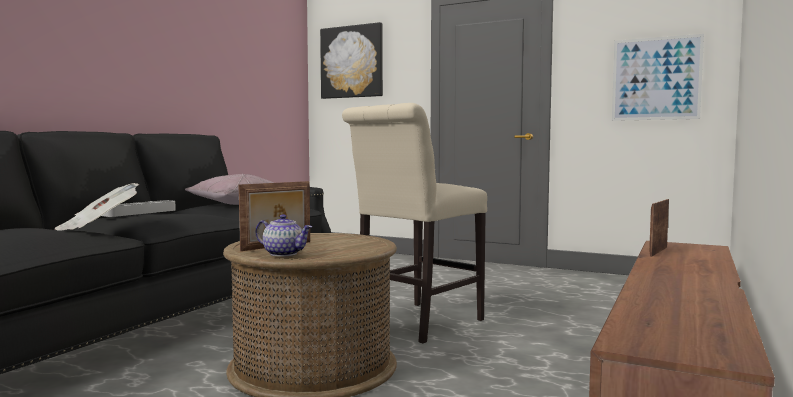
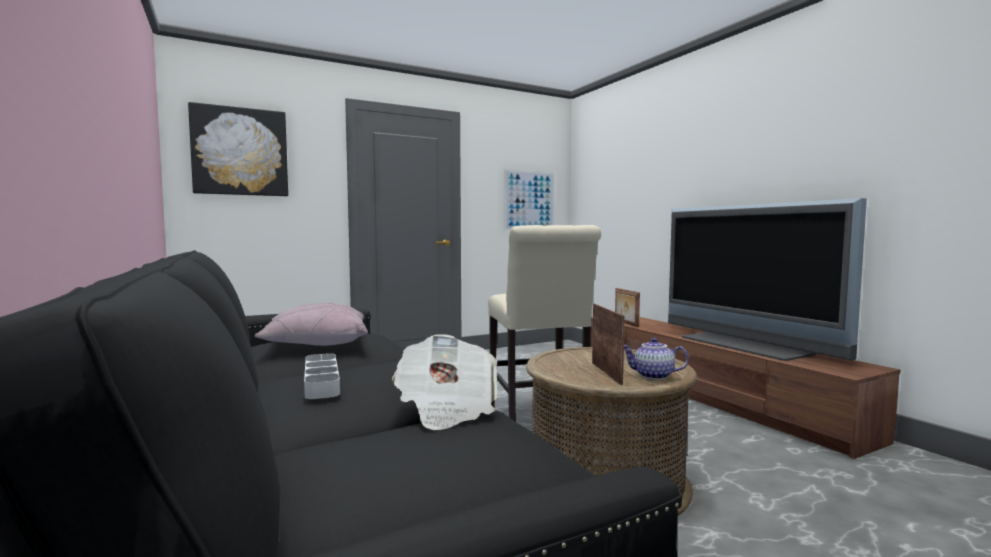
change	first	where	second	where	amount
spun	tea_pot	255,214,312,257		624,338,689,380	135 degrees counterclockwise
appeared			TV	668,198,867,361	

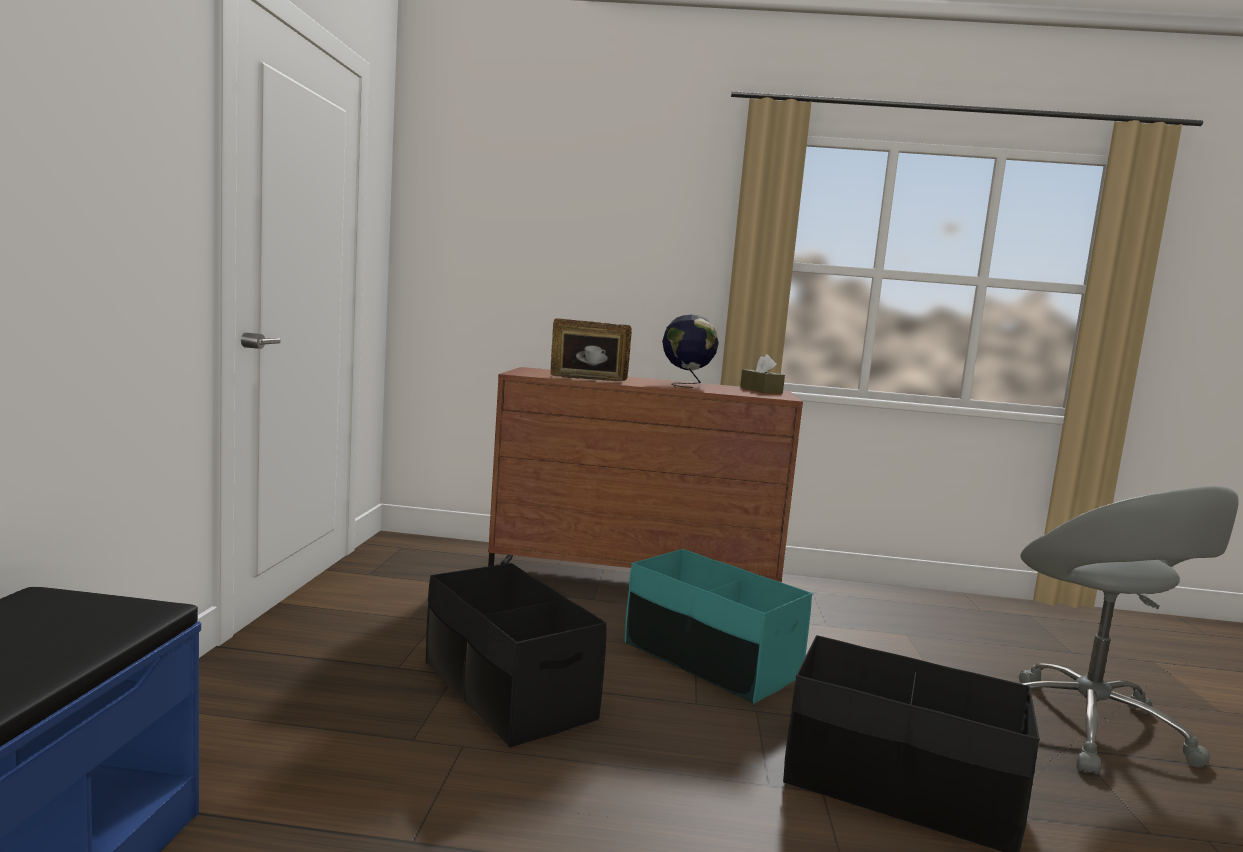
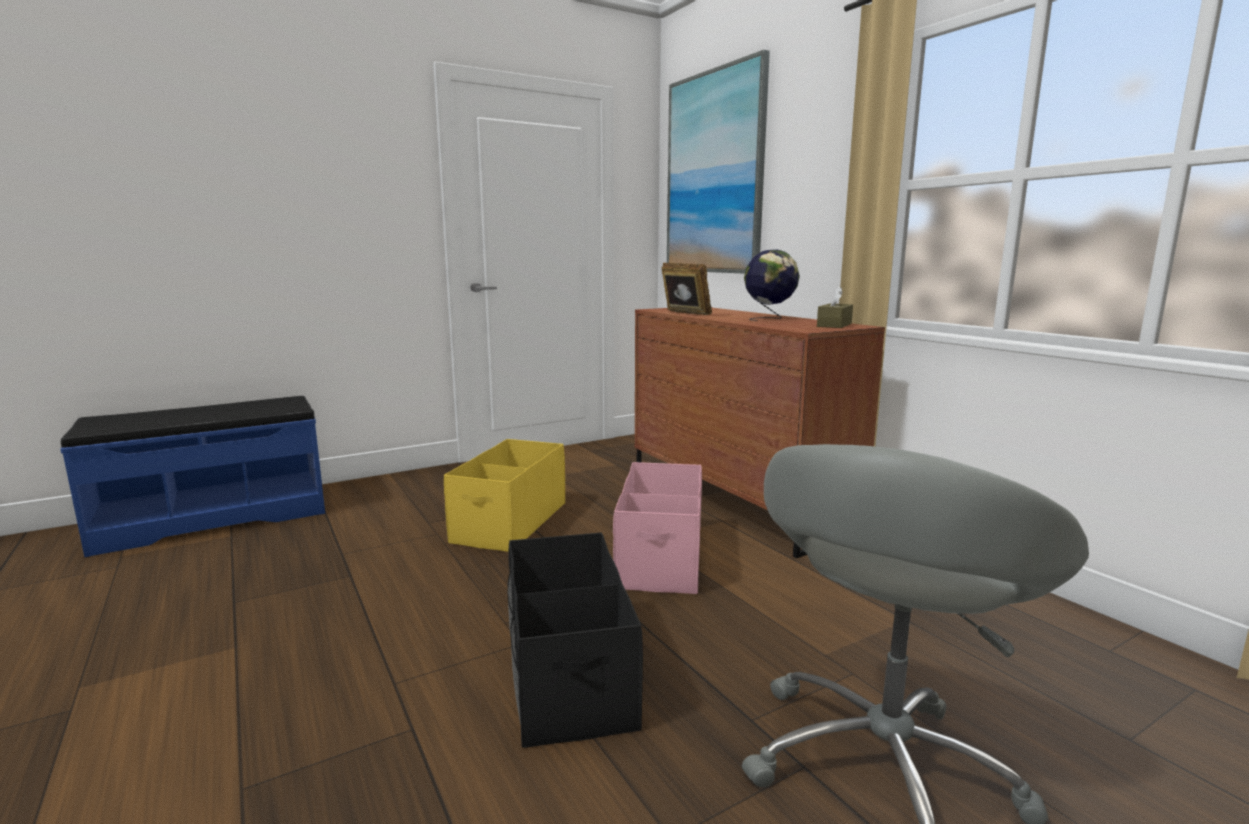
change	first	where	second	where	amount
colour	blackish_storage_bin	426,563,607,748	yellowish_storage_bin	444,439,565,552	
colour	blue-green_storage_bin	625,549,812,704	pink_storage_bin	613,462,702,594	
appeared			wall_art	667,50,770,274	

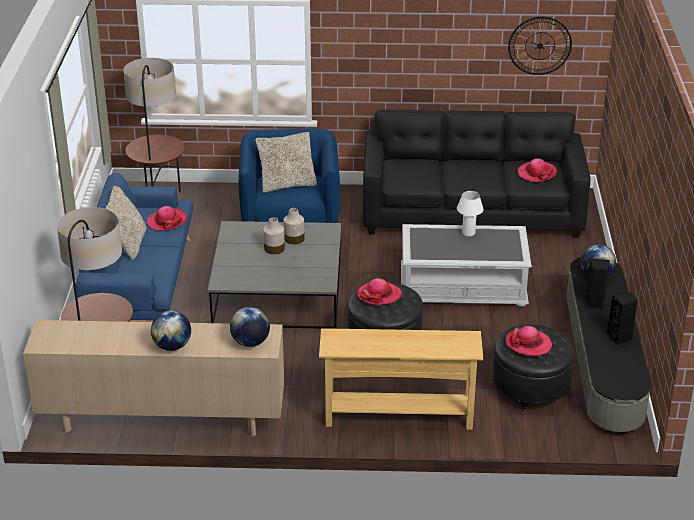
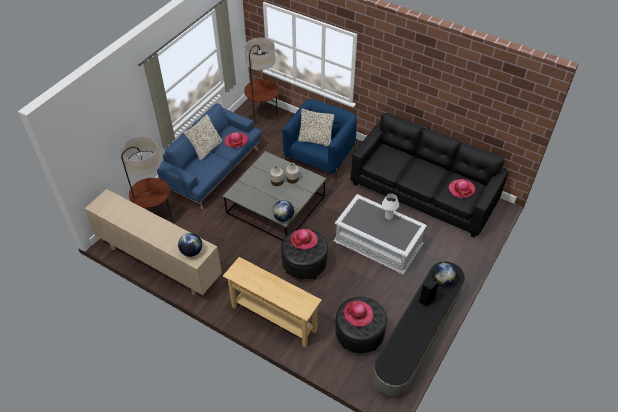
change	first	where	second	where	amount
relocated	desk_globe	151,311,191,351		273,200,294,222	
missing	wall_clock	508,17,572,75			
missing	blackish_audio_speaker	607,293,638,345			

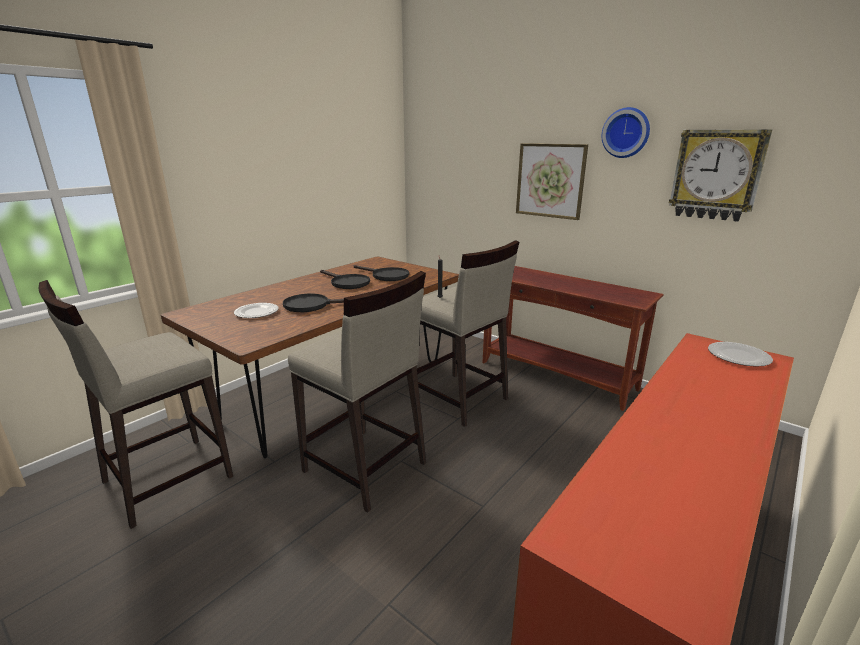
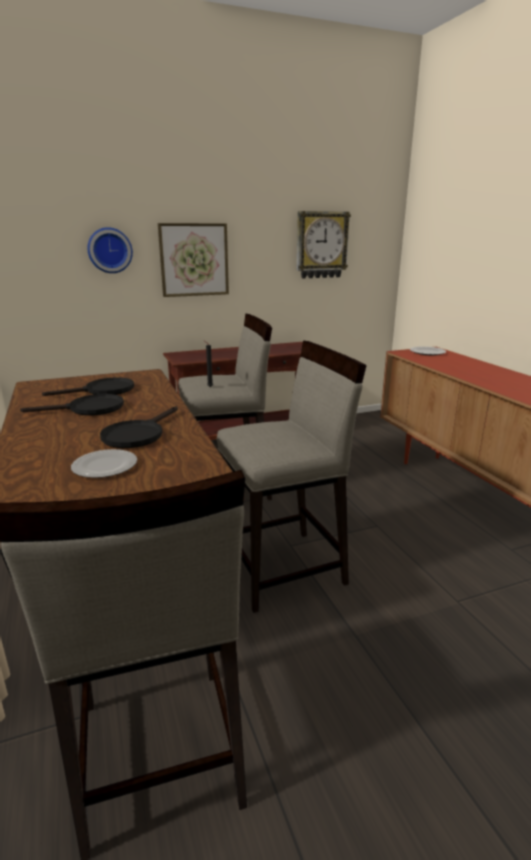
change	first	where	second	where	amount
relocated	wall_clock	602,107,650,158		87,227,133,273	

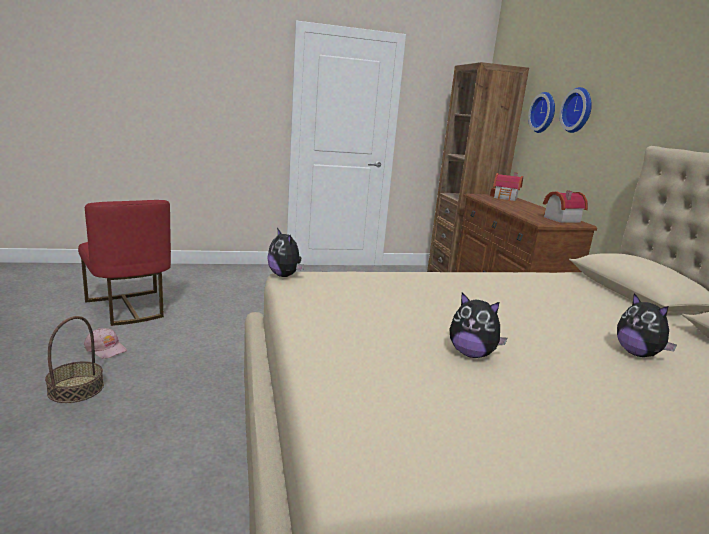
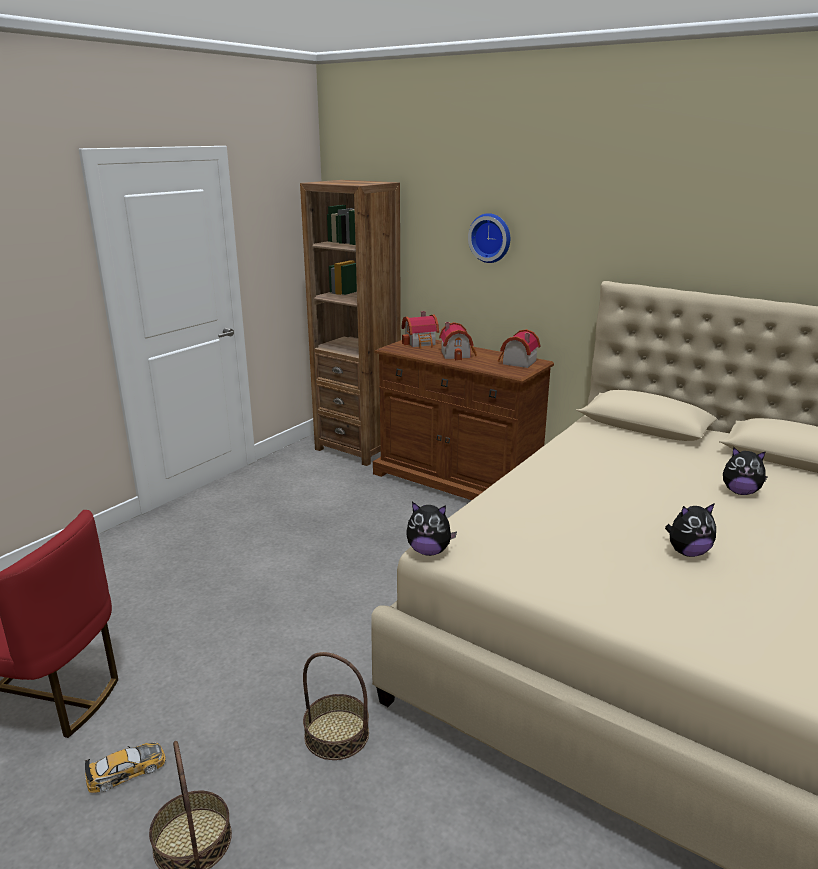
change	first	where	second	where	amount
exchanged	pink_cap	84,328,127,359	model_car	85,742,166,793	
appeared			storage_basket	303,652,369,760	
appeared			toy_house	439,322,477,360	
missing	wall_clock	528,92,555,133			

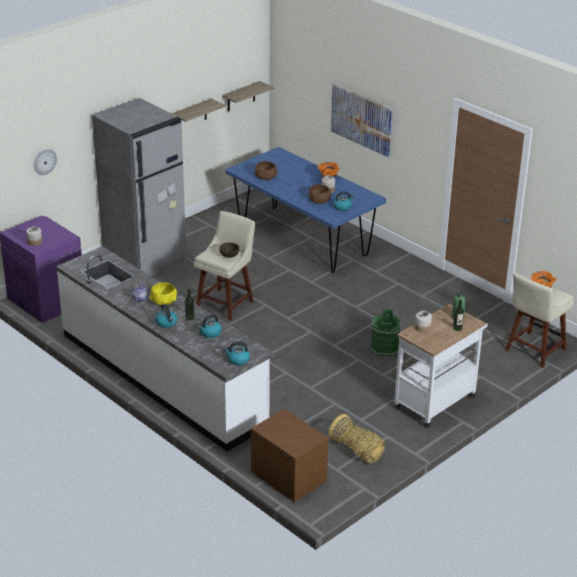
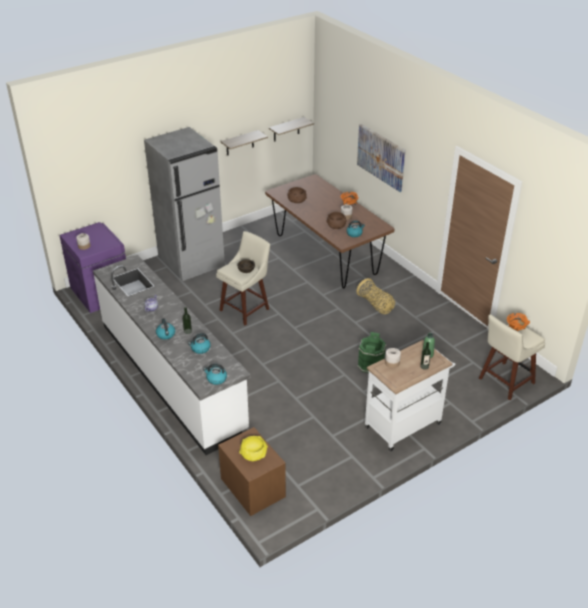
change	first	where	second	where	amount
relocated	yellowish_bowl	150,283,177,305		239,436,268,461	
colour	bluish_dinner_table	225,147,386,273	brown-coloured_dinner_table	265,174,395,289	
relocated	storage_basket	329,414,385,463		357,278,395,314	
missing	wall_clock	34,149,57,175			

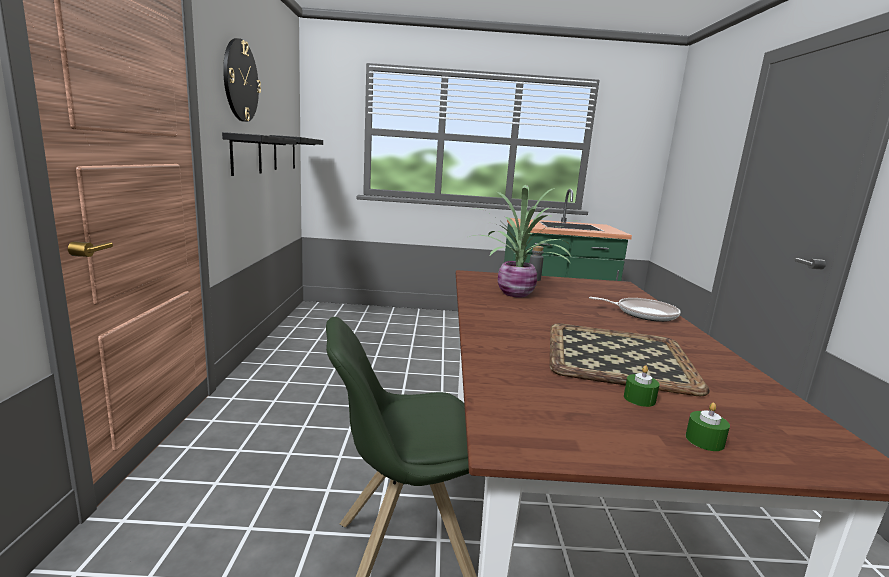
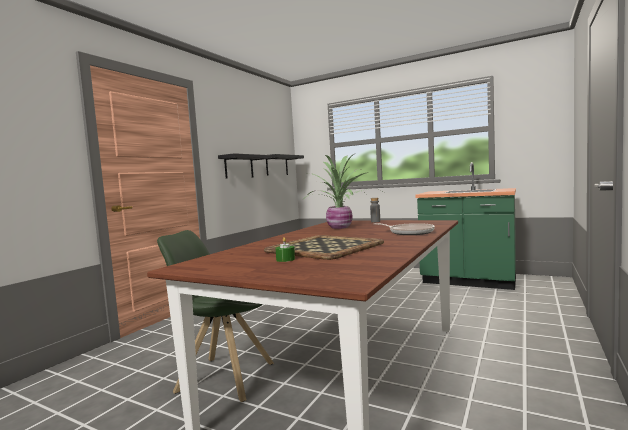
change	first	where	second	where	amount
missing	wall_clock	223,38,261,122			
missing	green_wax_candle	686,403,730,451			

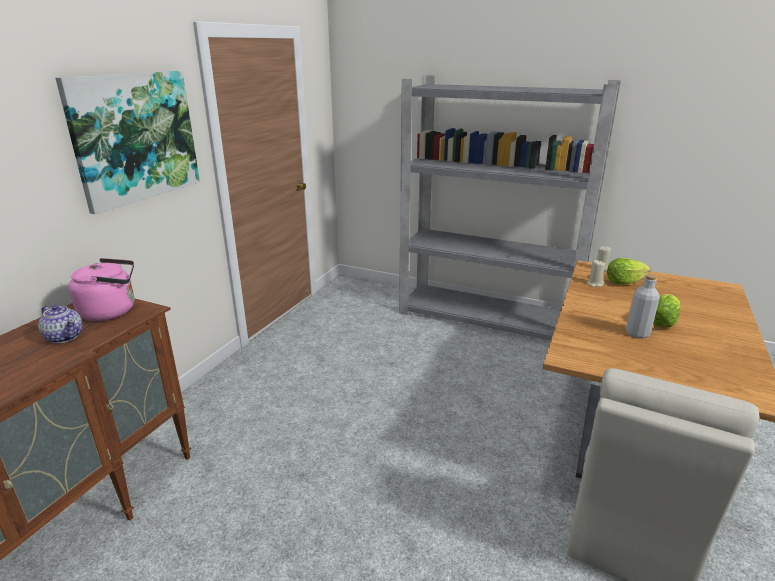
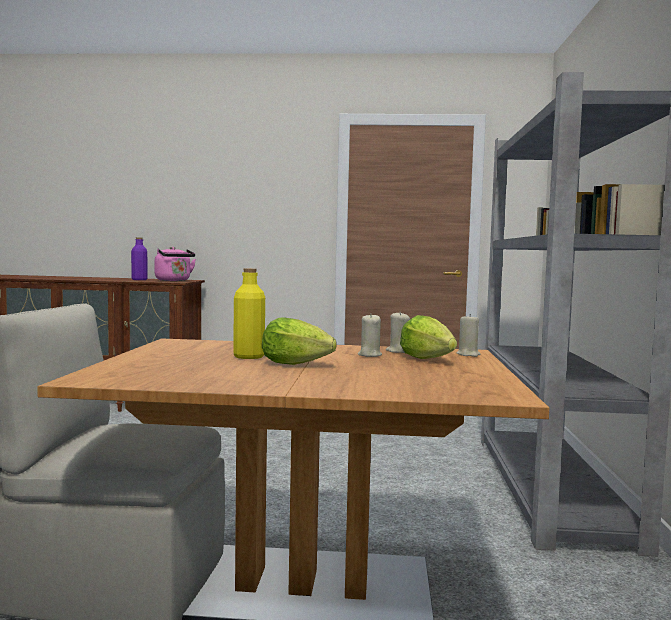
change	first	where	second	where	amount
exchanged	tea_pot	38,305,83,343	purplish_bottle	131,237,147,280	
colour	gray_bottle	626,274,660,339	yellowish_bottle	233,268,265,359	
appeared			beige-coloured_wax_candle	358,314,382,357	
missing	wall_art	56,71,200,214			

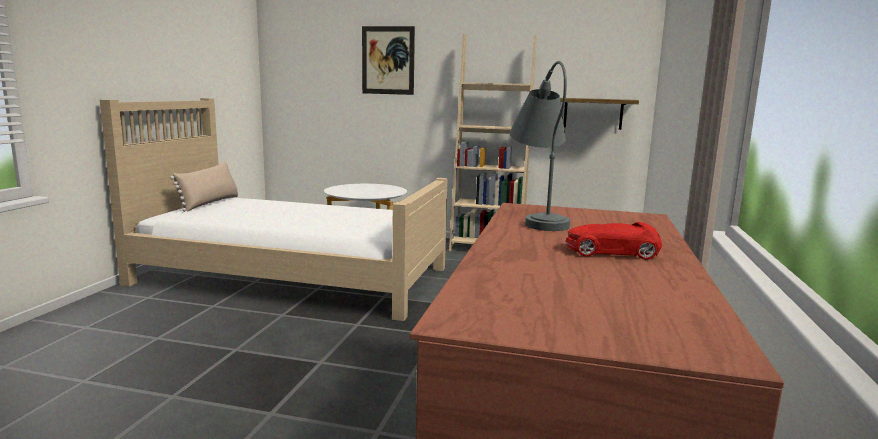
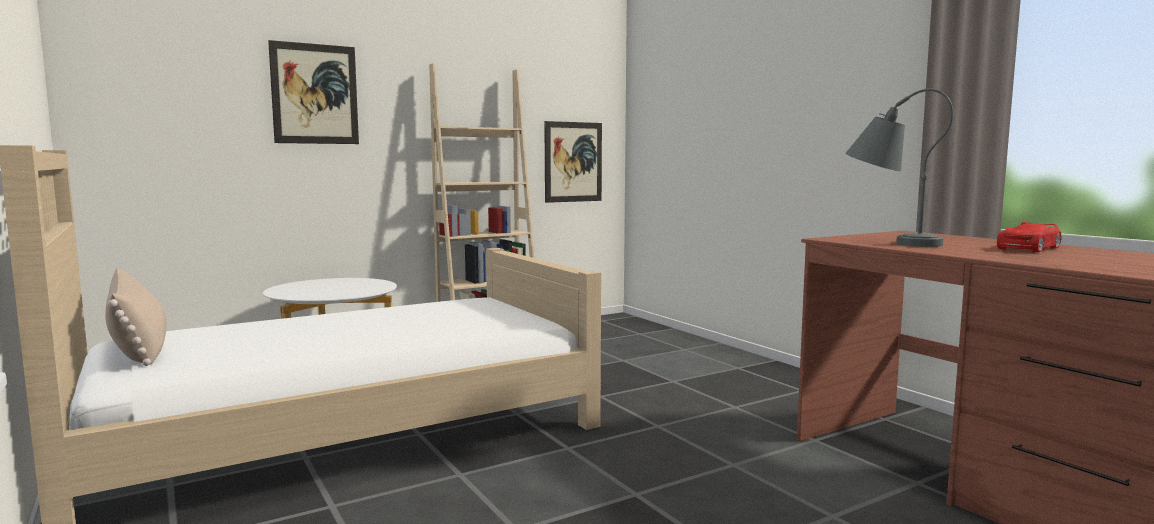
change	first	where	second	where	amount
exchanged	bracket_shelf	560,98,639,130	wall_art	544,121,602,203	

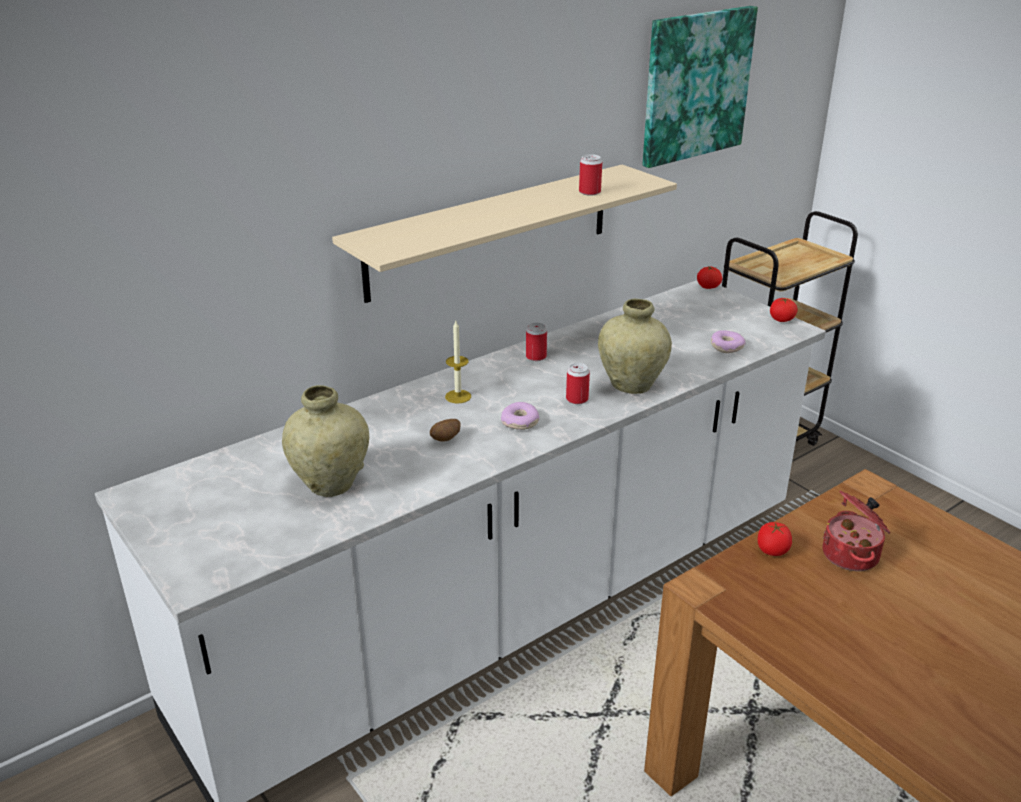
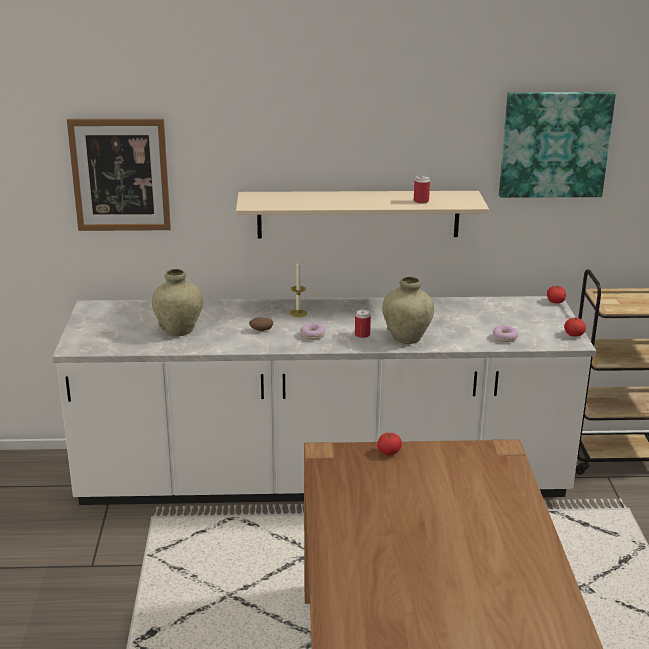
change	first	where	second	where	amount
appeared			wall_art	67,119,171,231	
missing	sealed_can	526,323,547,361			
missing	saucepot	823,491,891,571			

